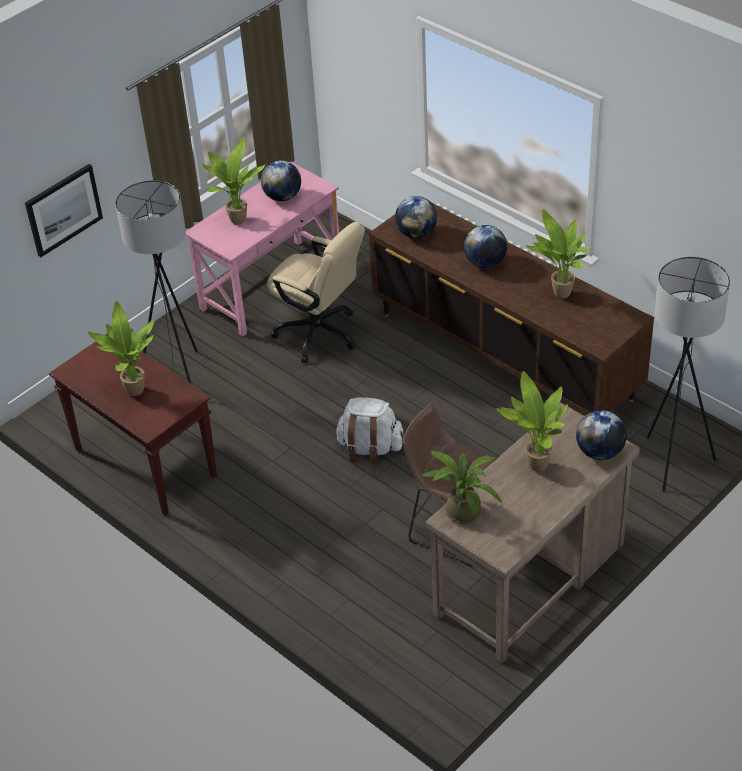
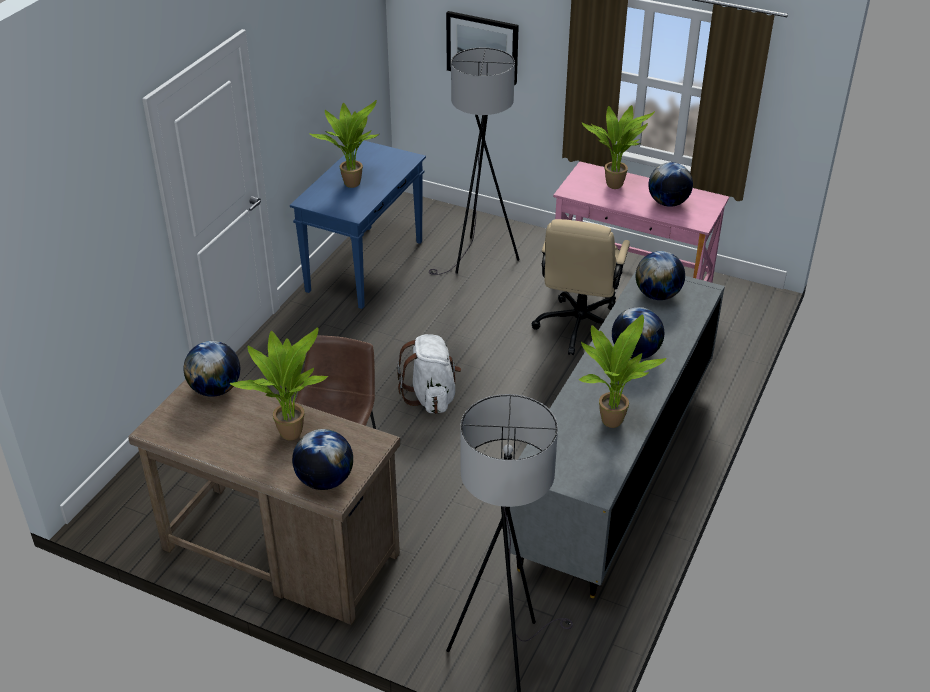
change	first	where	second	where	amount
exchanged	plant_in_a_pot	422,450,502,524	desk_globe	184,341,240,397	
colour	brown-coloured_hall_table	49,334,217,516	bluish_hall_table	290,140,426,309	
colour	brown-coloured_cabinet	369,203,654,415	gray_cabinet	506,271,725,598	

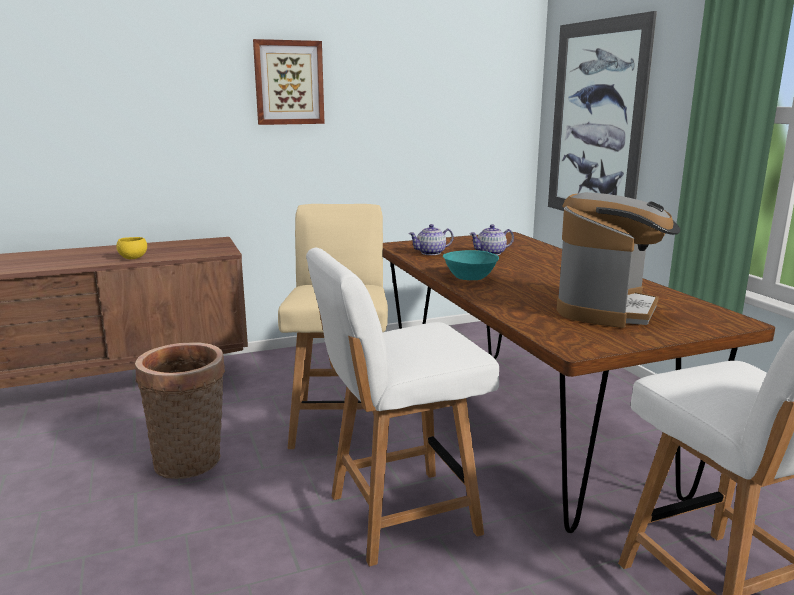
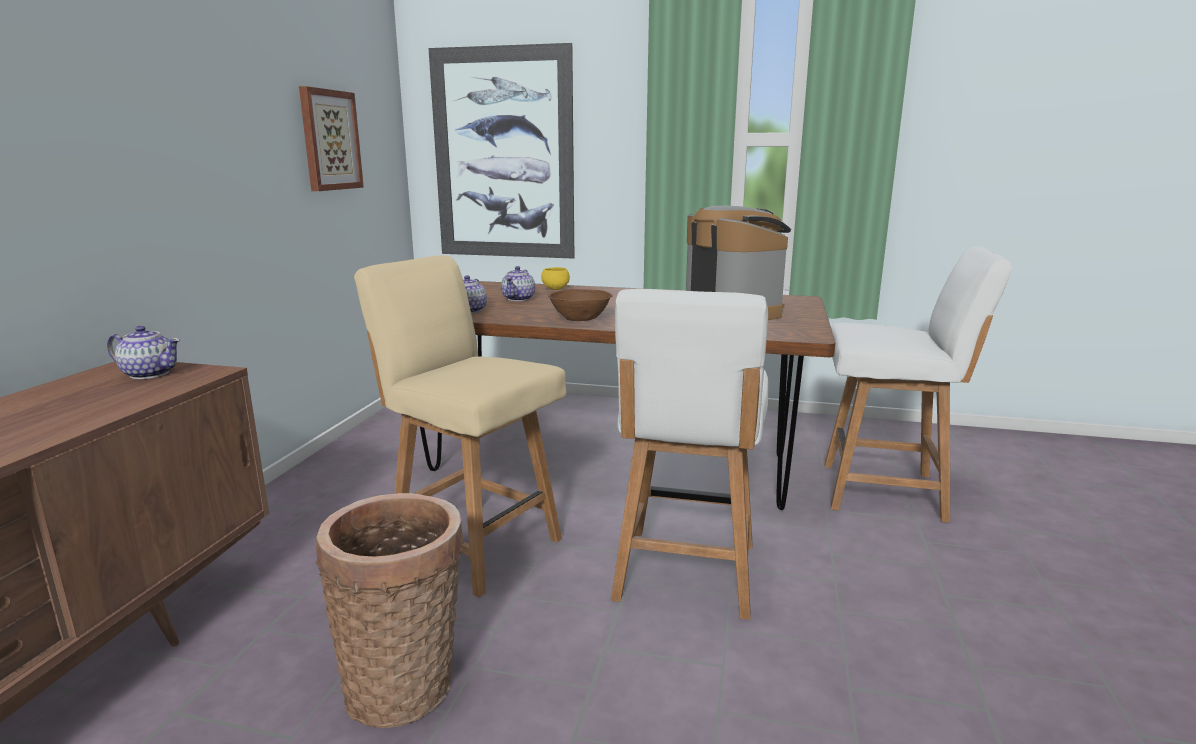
change	first	where	second	where	amount
appeared			tea_pot	107,326,180,379	
relocated	wall_art	253,39,325,125		299,86,364,191	
relocated	yellowish_bowl	116,237,147,259		541,267,570,290	
colour	blue-green_bowl	443,250,499,280	brown-coloured_bowl	548,289,613,321	

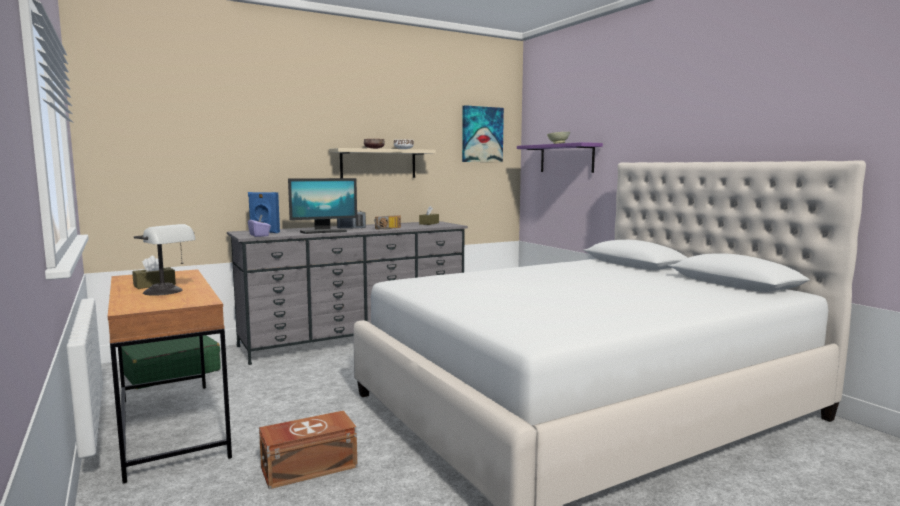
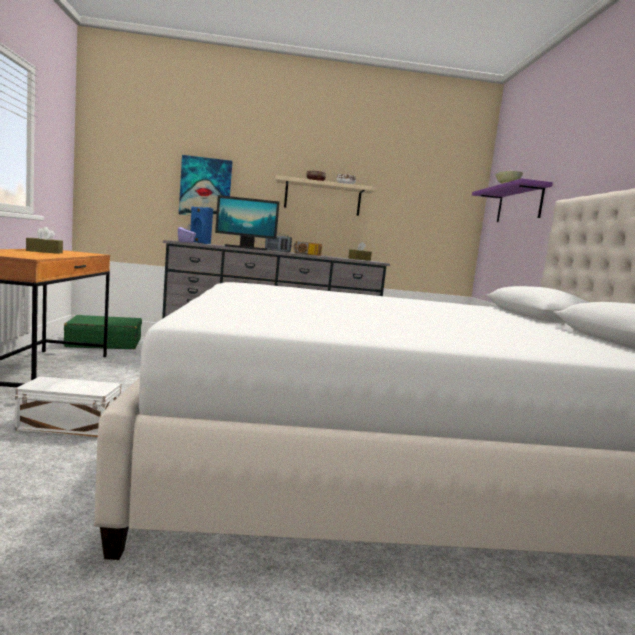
change	first	where	second	where	amount
colour	brown-coloured_storage_bin	259,410,357,489	whitish_storage_bin	15,376,121,437	
relocated	wall_art	462,105,504,162		179,155,233,218	
missing	table_lamp	133,224,196,296			

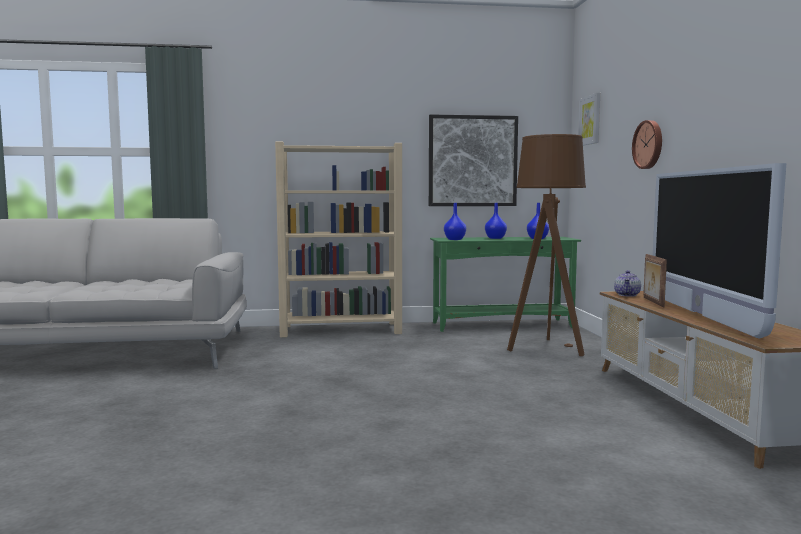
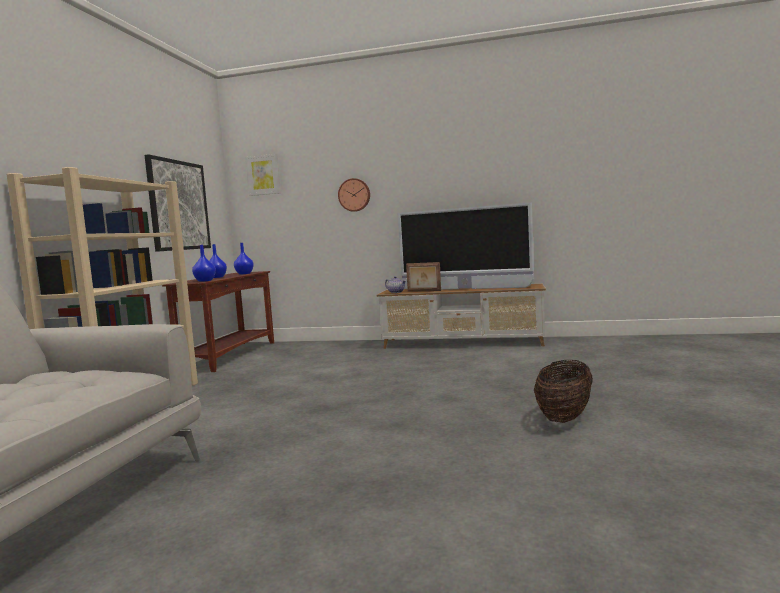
change	first	where	second	where	amount
colour	green_hall_table	430,237,581,332	brown-coloured_hall_table	162,271,274,372	
appeared			storage_basket	534,360,593,423	
missing	brown-coloured_floor_lamp	507,134,586,356			

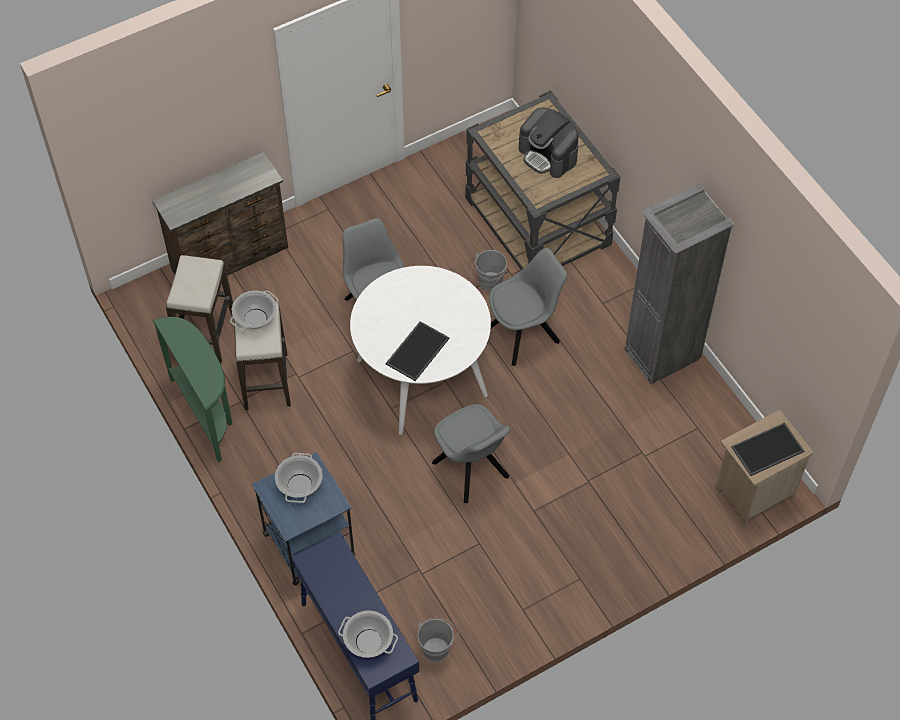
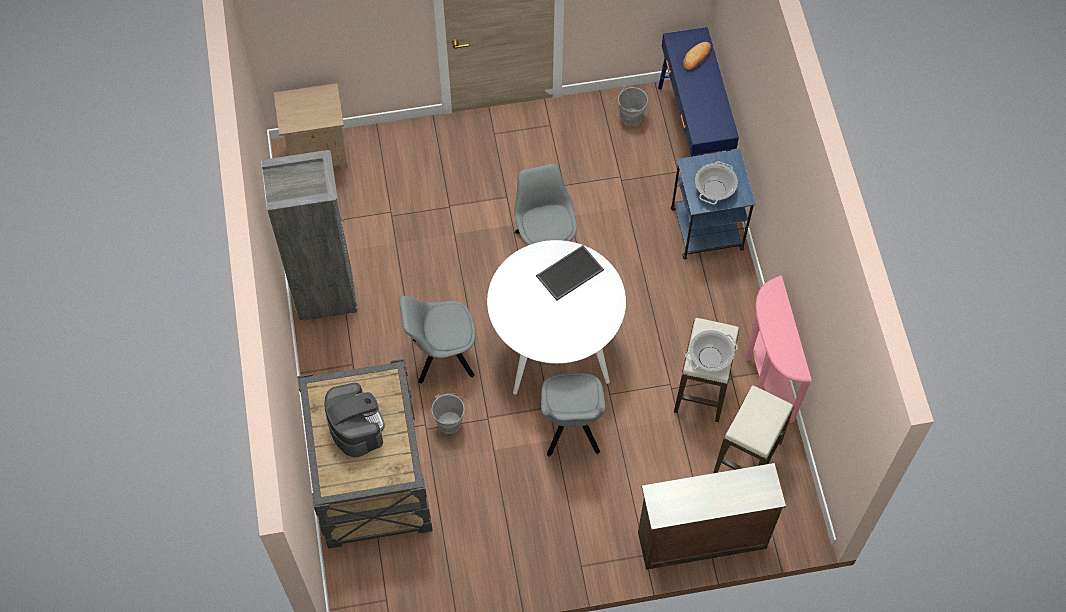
change	first	where	second	where	amount
exchanged	saucepot	338,611,398,658	bakery_bread	683,42,711,71	
colour	green_hall_table	153,317,232,462	pink_hall_table	745,275,812,423	
missing	tray	731,422,804,476			

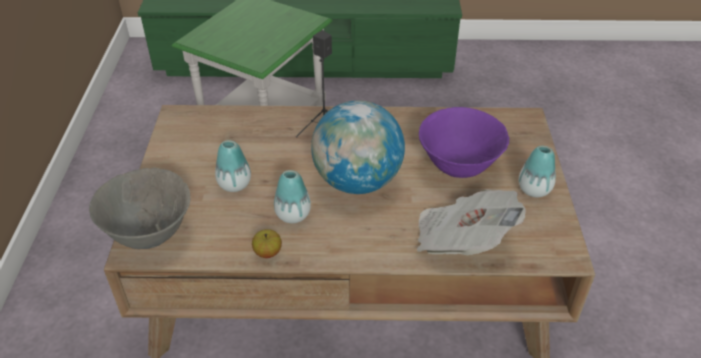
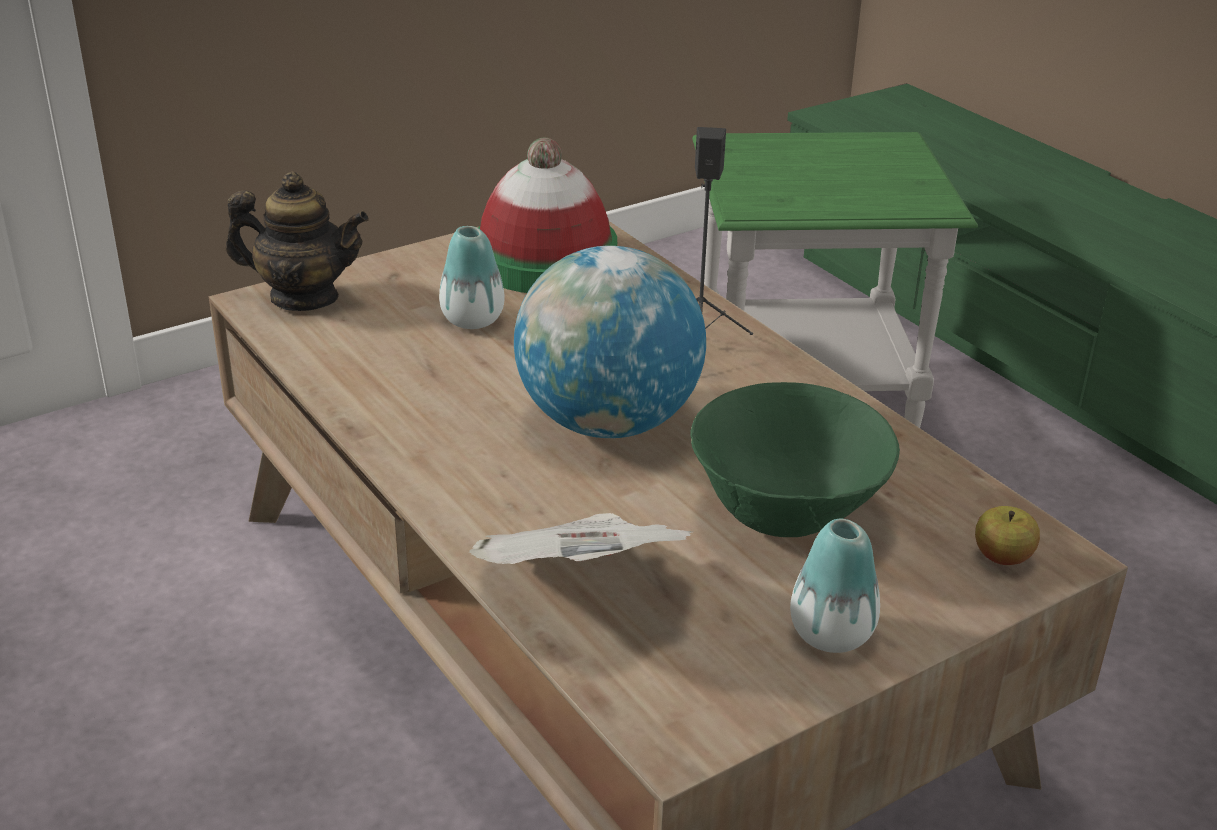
change	first	where	second	where	amount
exchanged	gray_bowl	89,168,190,249	tea_pot	225,172,369,311	
appeared			wearable_hat	478,138,617,293	
colour	purplish_bowl	419,107,509,178	green_bowl	690,382,900,537	
relocated	whole_apple	252,229,282,258		975,506,1040,565	
missing	flower_vase	274,170,311,223			

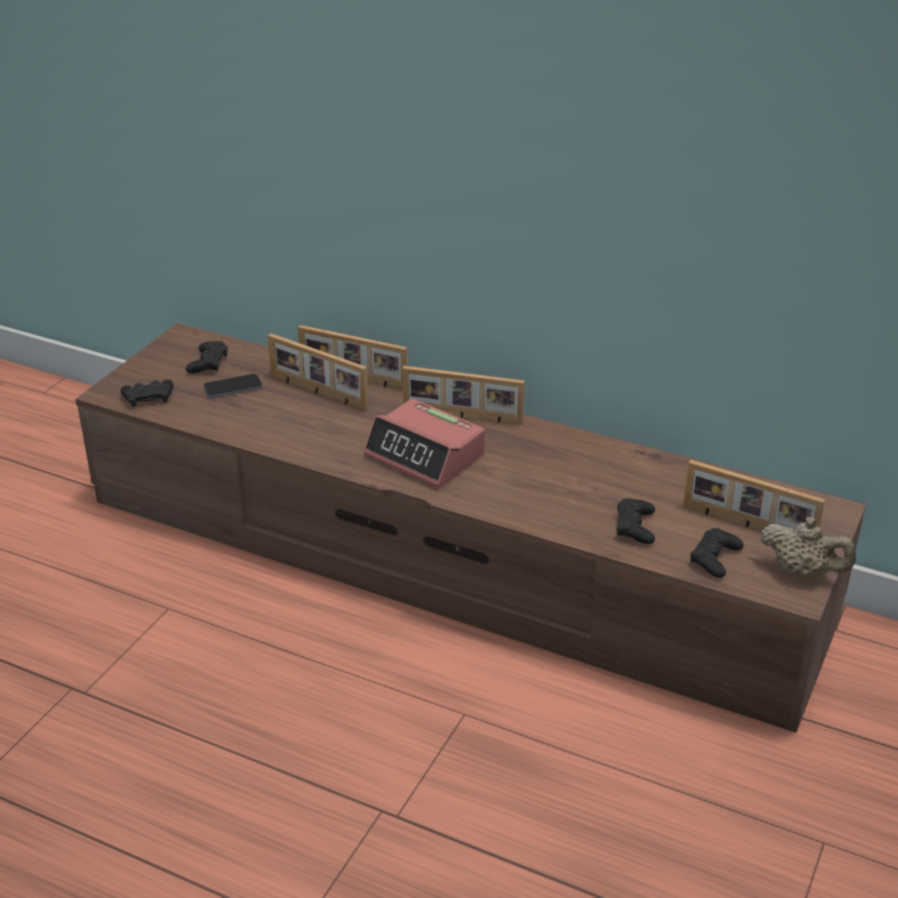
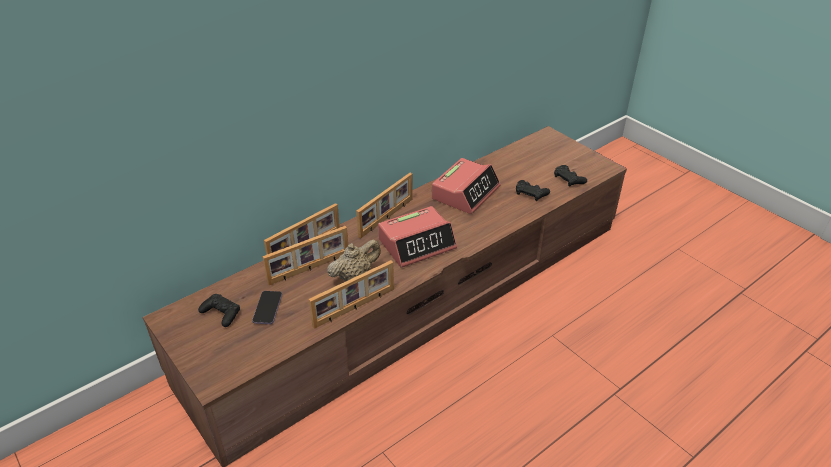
change	first	where	second	where	amount
relocated	standing_frame	683,460,825,531		309,260,394,329	
relocated	beige-coloured_tea_pot	760,517,856,579		327,239,381,281	
appeared			bedside_clock	432,158,501,214	
missing	blackish_game_controller	121,380,174,407			

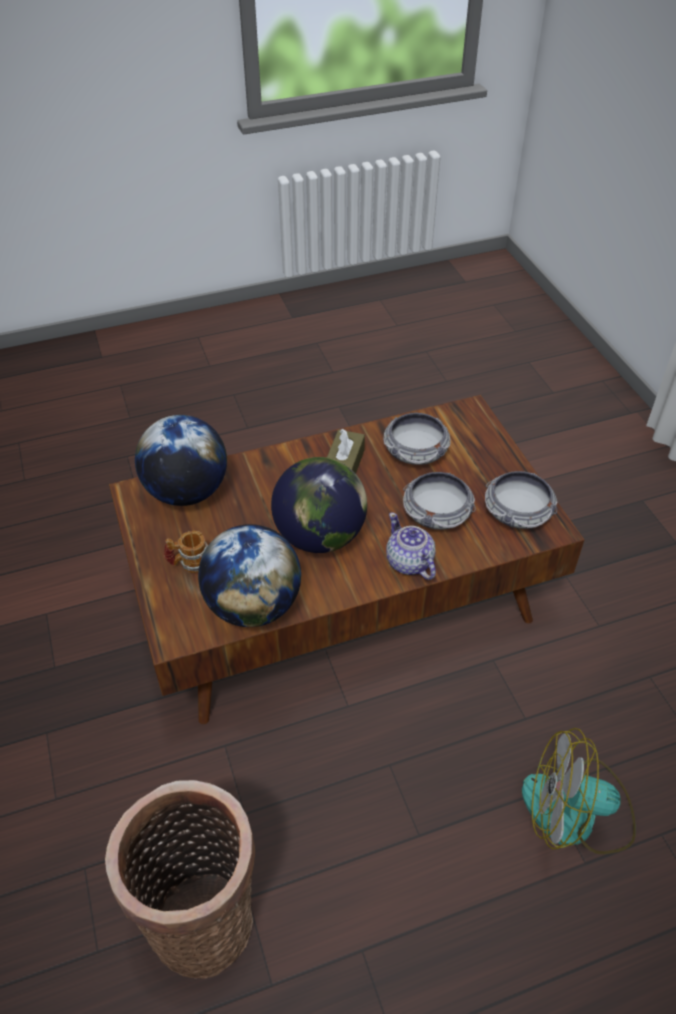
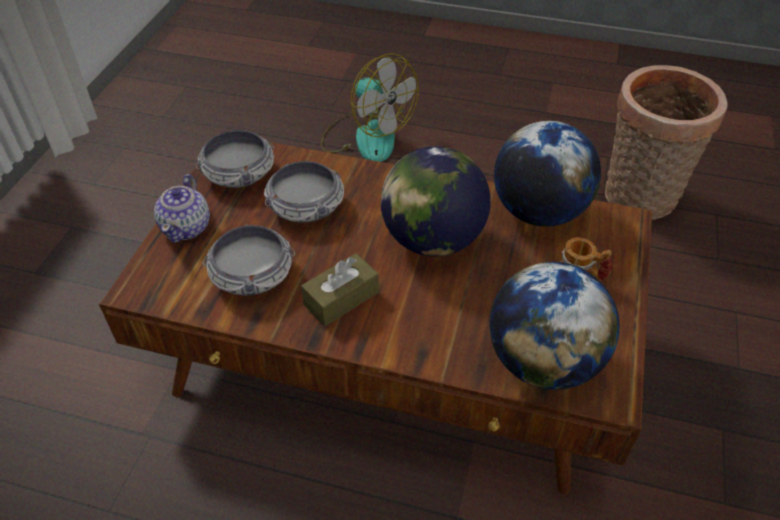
change	first	where	second	where	amount
relocated	tea_pot	386,512,436,580		154,174,210,243	

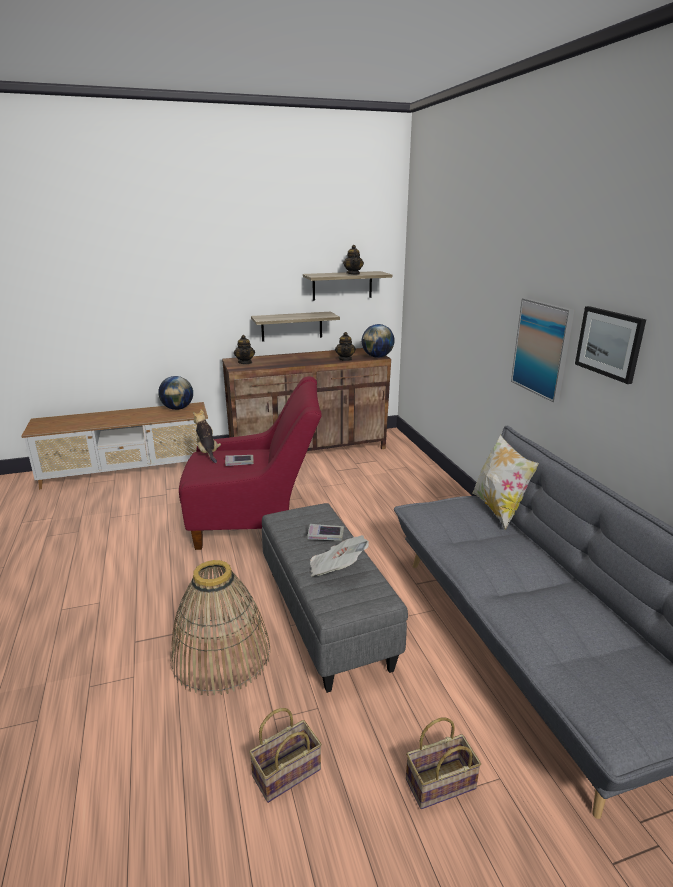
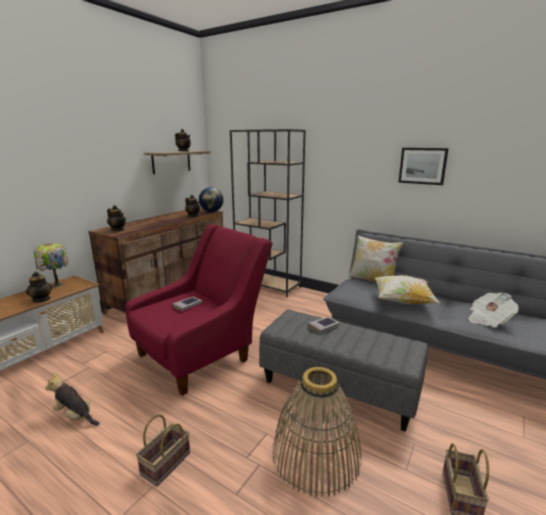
change	first	where	second	where	amount
appeared			tea_pot	26,271,53,302	
exchanged	desk_globe	158,376,193,410	table_lamp	34,243,68,288	
relocated	plush_toy	193,409,221,463		45,372,100,426	
relocated	storage_basket	406,717,481,809		136,414,190,487	
appeared			bookcase	230,129,306,297	
appeared			throw_pillow	375,275,440,304	
relocated	printed_paper	310,535,369,577		468,293,519,327	
missing	bracket_shelf	251,311,340,342			
missing	wall_art	511,298,574,403			

